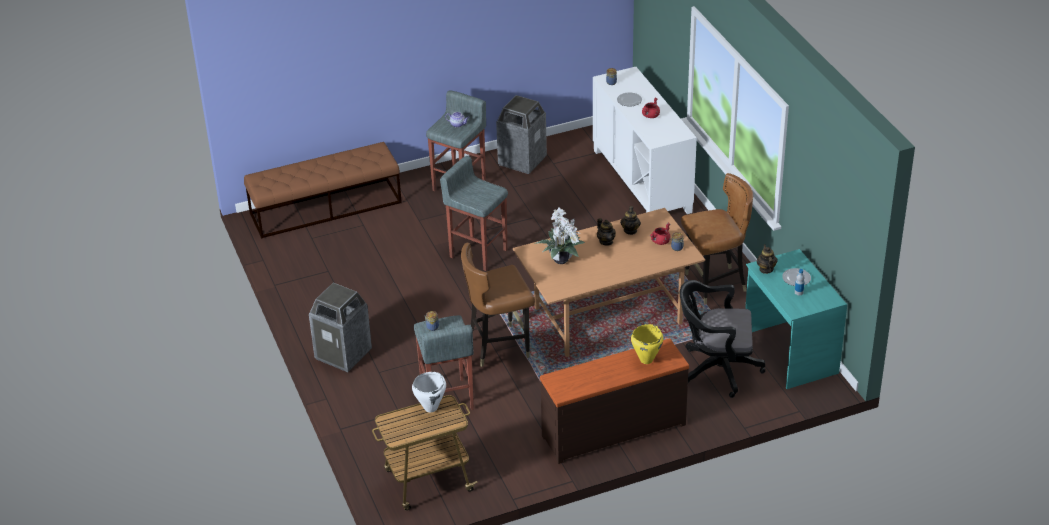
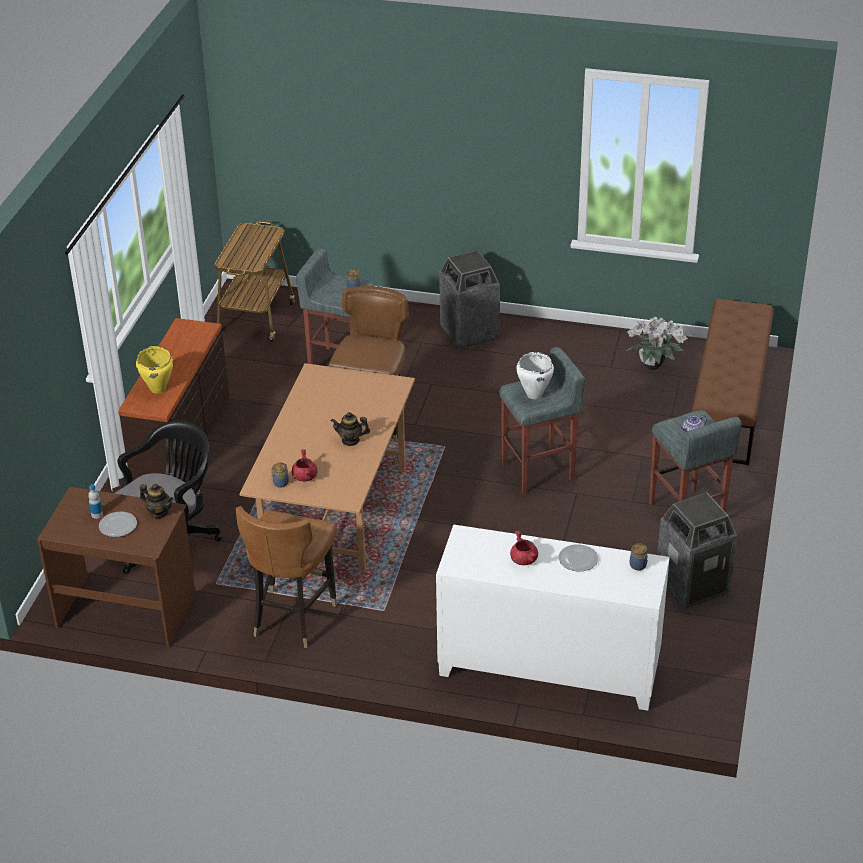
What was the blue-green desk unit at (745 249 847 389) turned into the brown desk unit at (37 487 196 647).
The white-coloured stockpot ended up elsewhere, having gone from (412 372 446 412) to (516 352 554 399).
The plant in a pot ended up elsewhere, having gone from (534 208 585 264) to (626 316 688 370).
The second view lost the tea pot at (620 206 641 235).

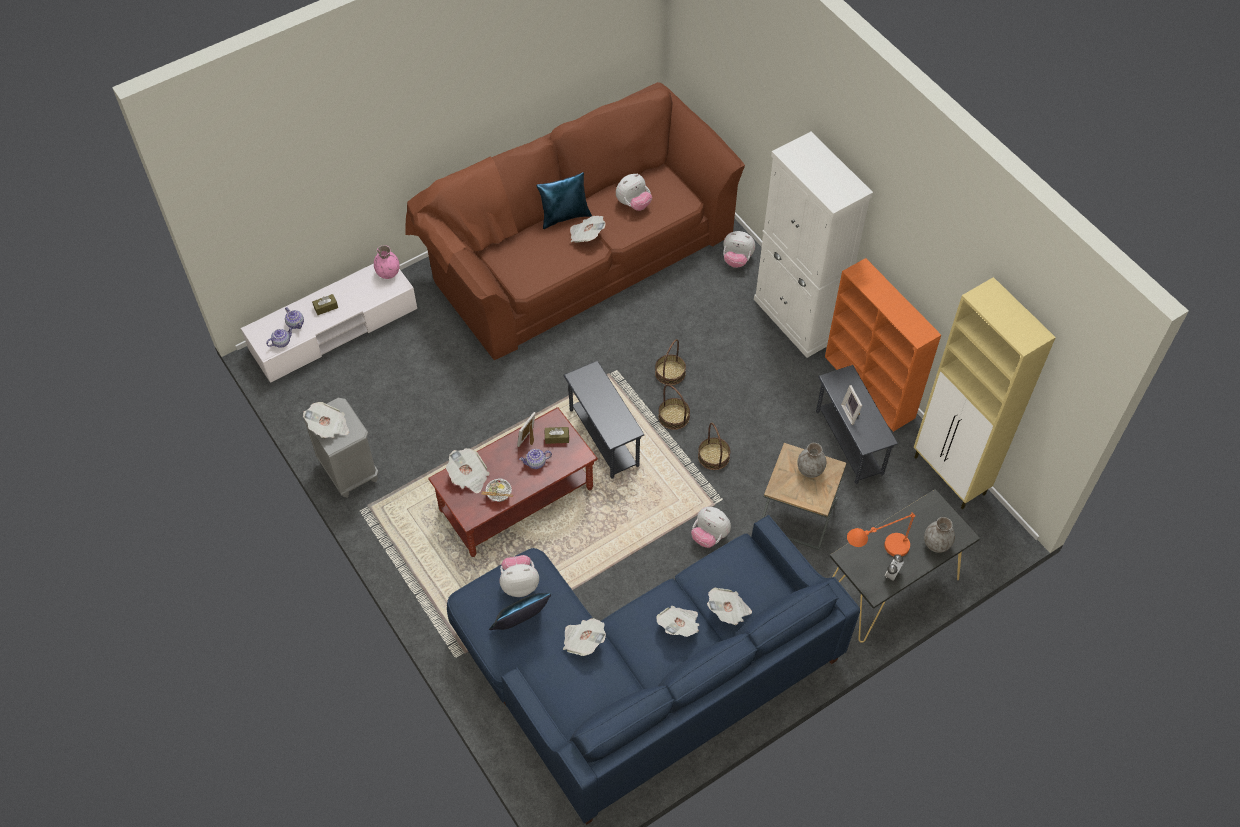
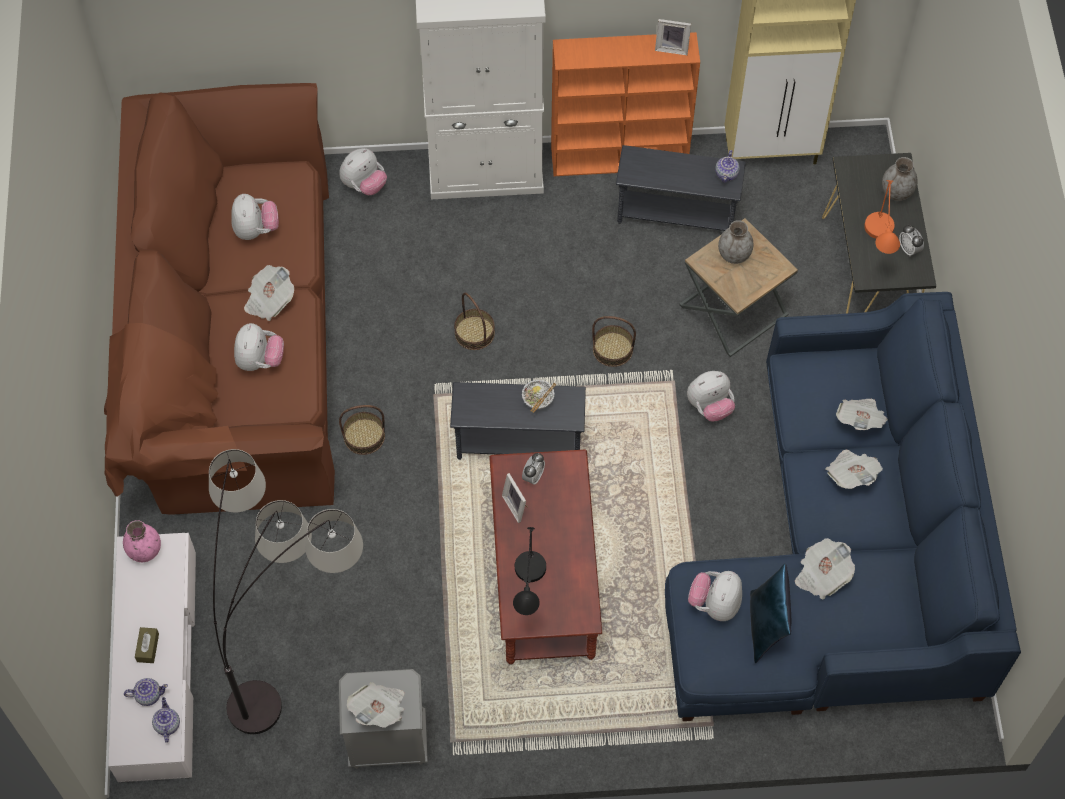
The second view gained the standing lamp at (209 449 363 734).
The second view gained the soft toy at (234 323 284 371).
The household basket ended up elsewhere, having gone from (658 384 690 430) to (339 405 385 455).
Where the printed paper stood at (446 448 490 493), the black lamp for a table came to stand at (513 527 546 615).
The deep dish ended up elsewhere, having gone from (481 478 513 502) to (522 380 556 413).
Where the brown box of tissues stood at (545 427 569 444), the alarm clock came to stand at (522 453 545 485).
The standing frame ended up elsewhere, having gone from (841 385 862 425) to (655 19 691 55).
The tea pot ended up elsewhere, having gone from (519 449 552 469) to (715 150 740 183).
The second view lost the blue throw pillow at (536 172 592 229).

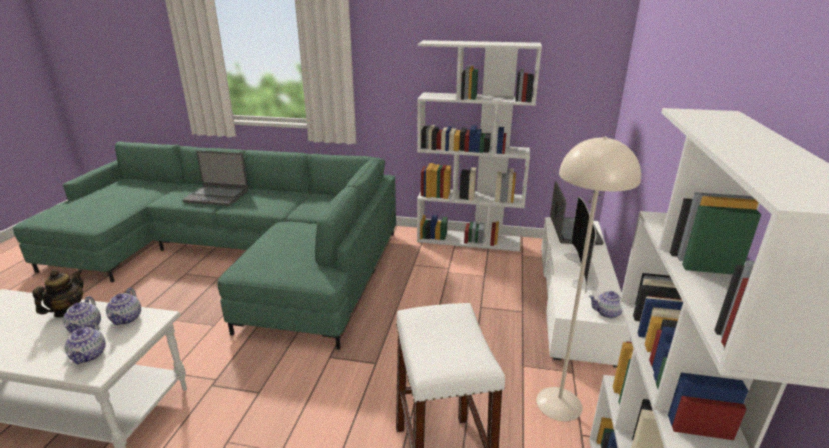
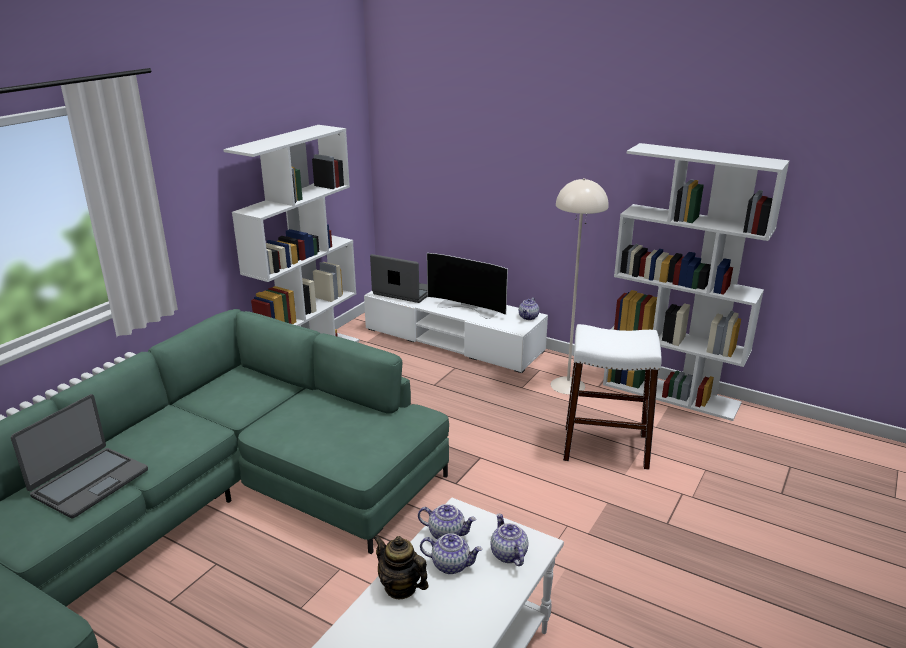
The tea pot at (65 321 106 364) ended up facing another way, 120 degrees counterclockwise from before.

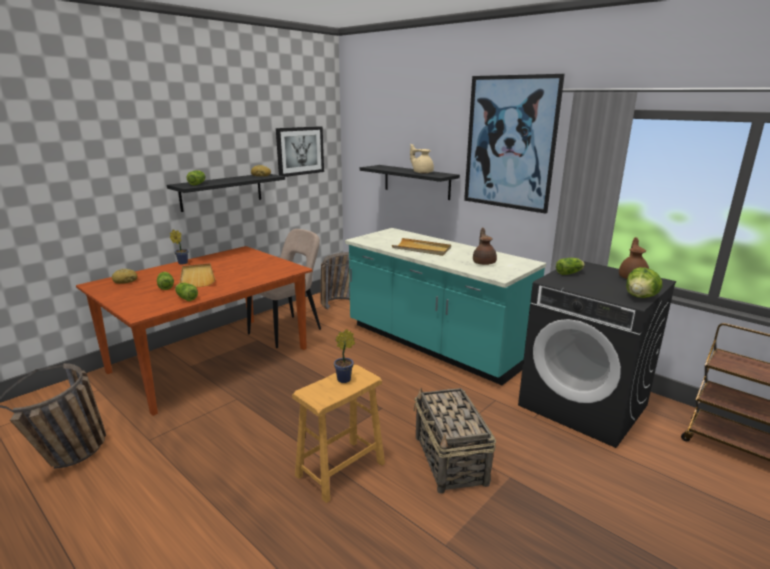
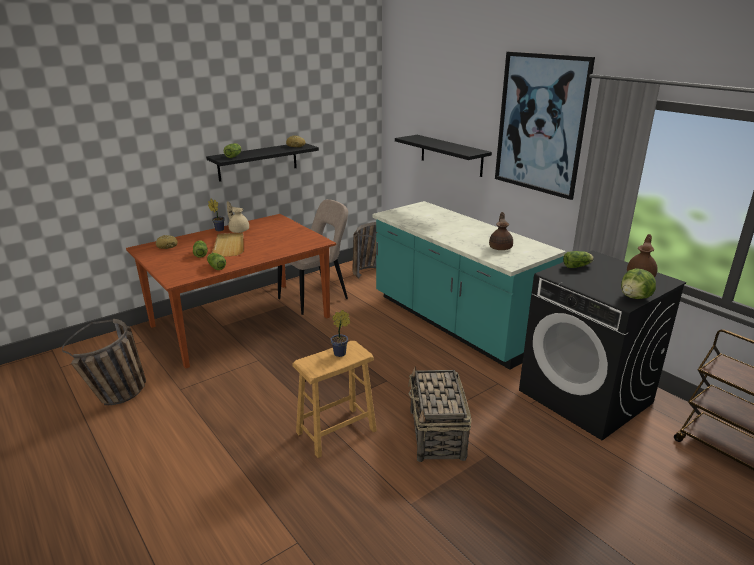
The sand-coloured tea pot ended up elsewhere, having gone from (410 144 434 173) to (227 201 249 233).
The second view lost the wall picture at (276 126 324 177).
The second view lost the sand-coloured tray at (392 238 451 256).

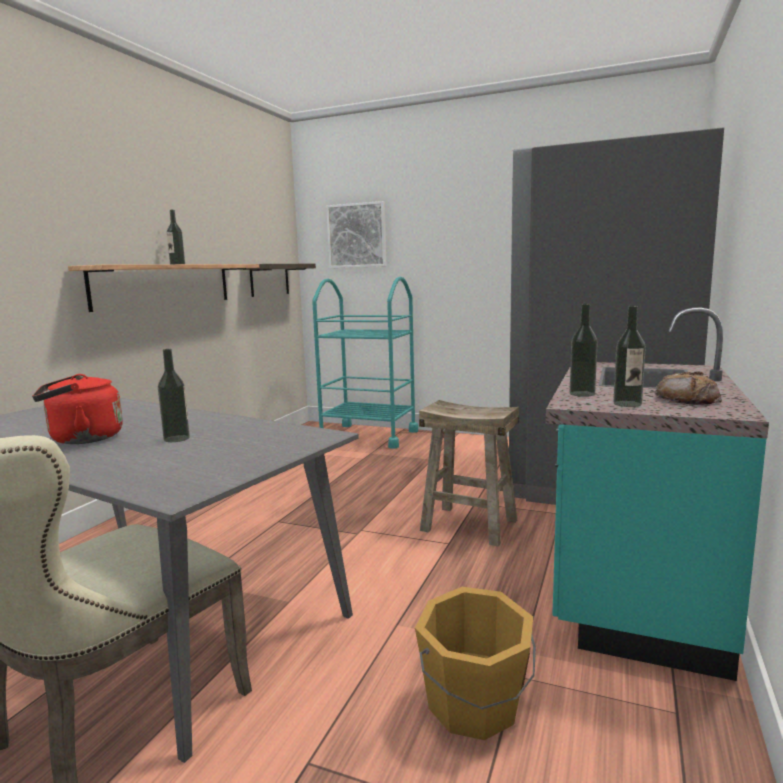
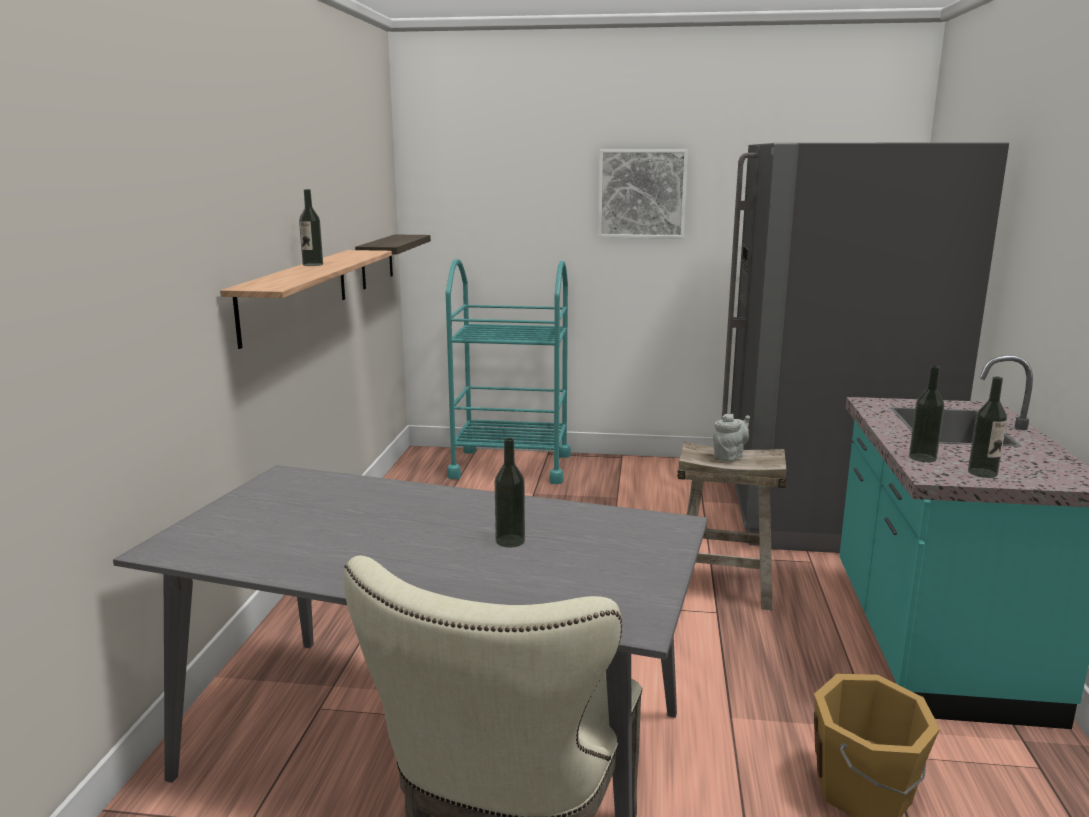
The wall picture ended up elsewhere, having gone from (326 201 387 268) to (598 149 688 239).
The second view gained the greyish tea pot at (713 413 750 461).
The second view lost the reddish tea kettle at (32 374 123 444).
The second view lost the bakery bread at (655 372 722 405).

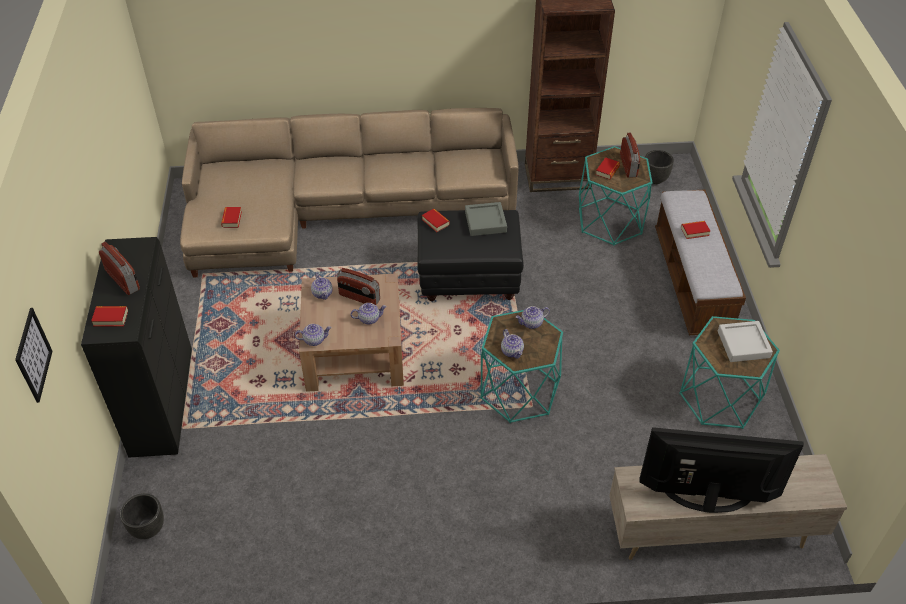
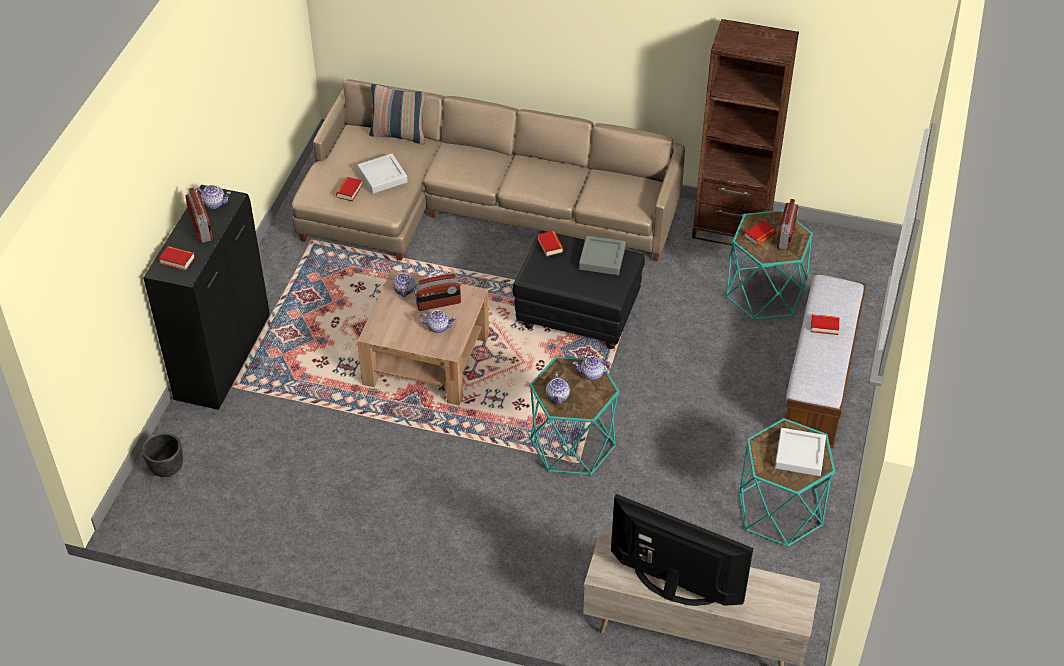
The tea pot ended up elsewhere, having gone from (295 324 331 346) to (194 185 231 209).
The second view gained the greyish tray at (358 154 408 194).
The second view gained the throw pillow at (369 84 427 145).
The radio set at (337 268 380 305) ended up facing another way, 60 degrees counterclockwise from before.
The second view lost the wall picture at (15 308 53 403).
The second view lost the black planter at (645 150 674 184).

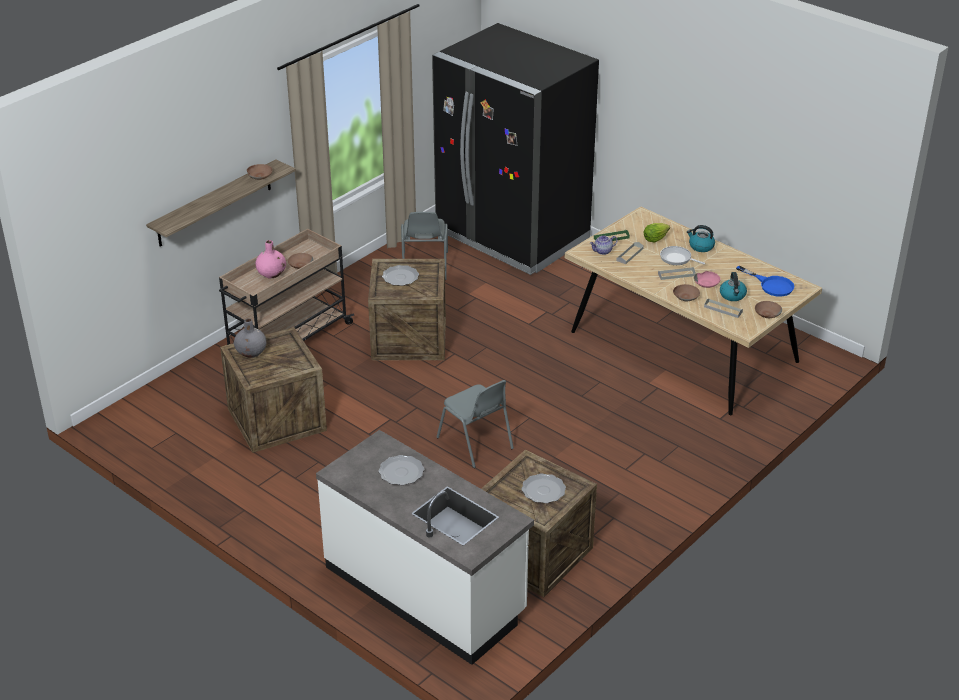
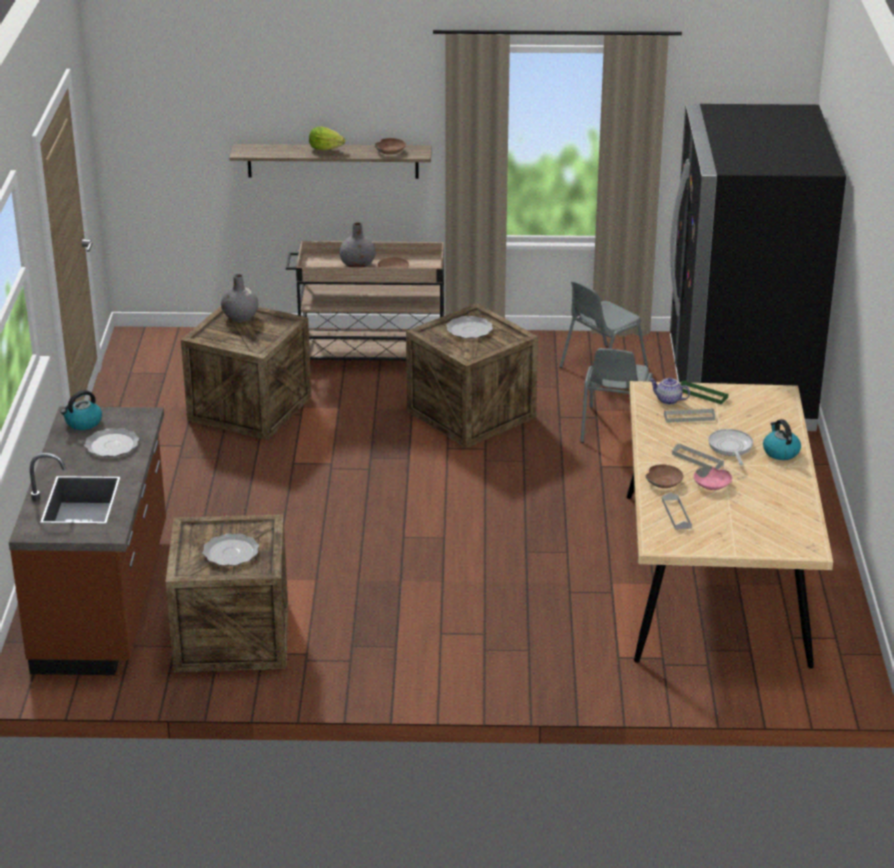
What was the white-coloured kitchen base unit at (316 430 534 665) turned into the brown kitchen base unit at (9 406 166 675).
The tea kettle ended up elsewhere, having gone from (720 272 747 301) to (60 390 102 430).
The lettuce ended up elsewhere, having gone from (644 223 670 242) to (309 126 345 150).
What was the pink-coloured decorative vase at (255 240 286 278) turned into the greyish decorative vase at (339 222 376 267).
The greyish upright chair ended up elsewhere, having gone from (437 380 514 468) to (580 348 653 443).
The second view lost the blue pan at (736 266 795 297).
The second view lost the brown deep dish at (755 301 782 318).

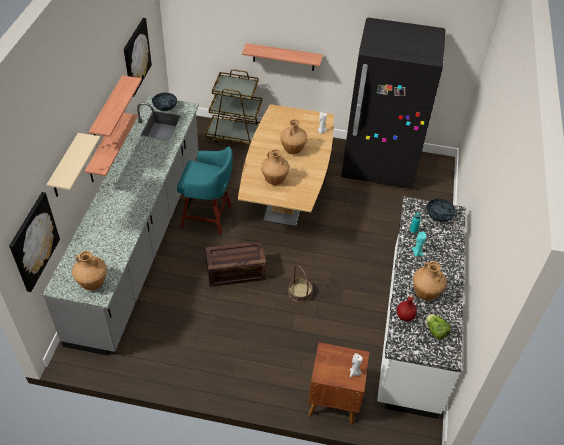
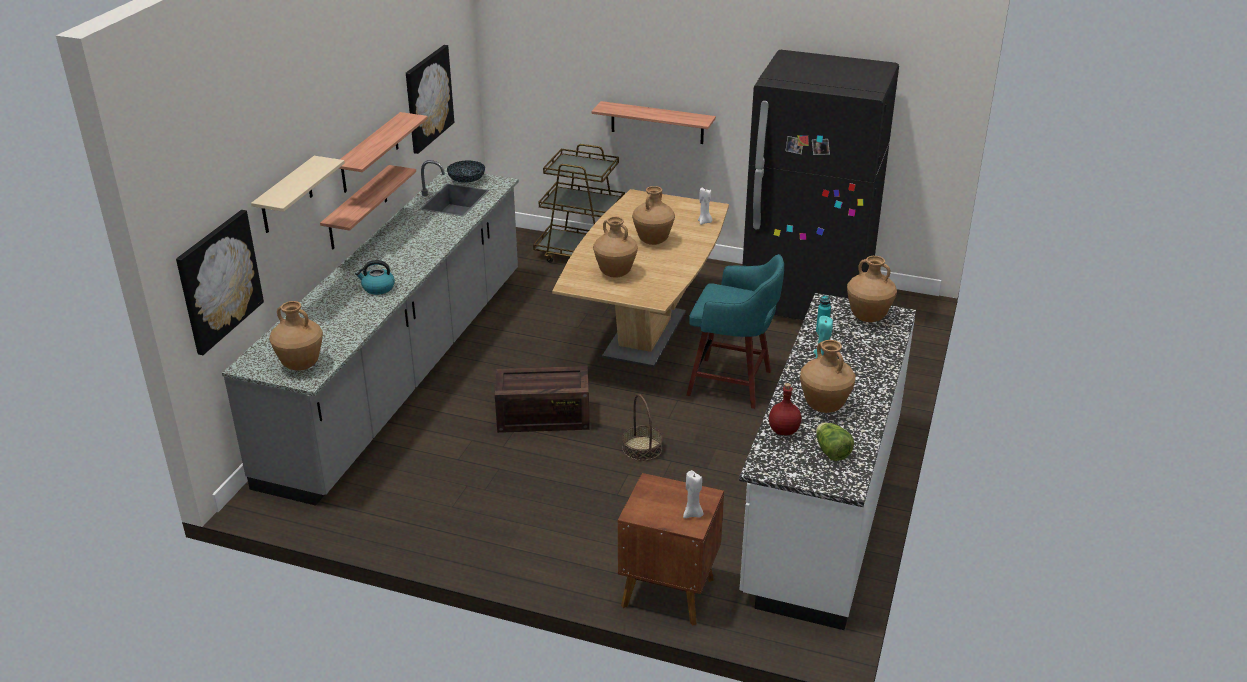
The second view gained the tea kettle at (355 260 395 295).
The blue-green stool seat ended up elsewhere, having gone from (177 146 233 235) to (686 254 784 409).
Where the deep dish stood at (427 199 456 222), the brown decorative vase came to stand at (847 256 897 322).

